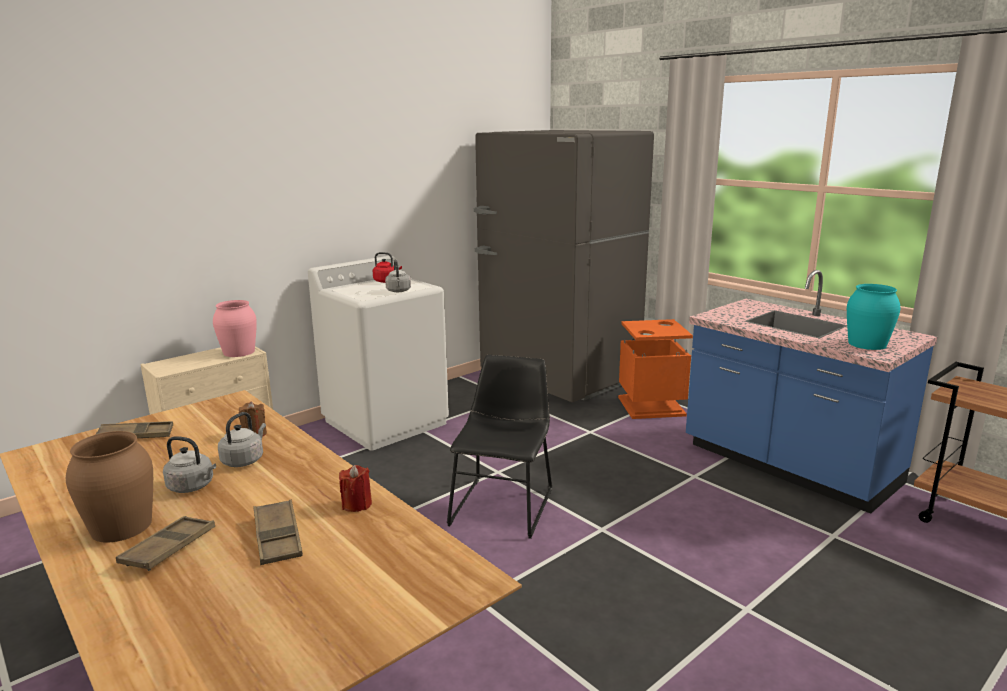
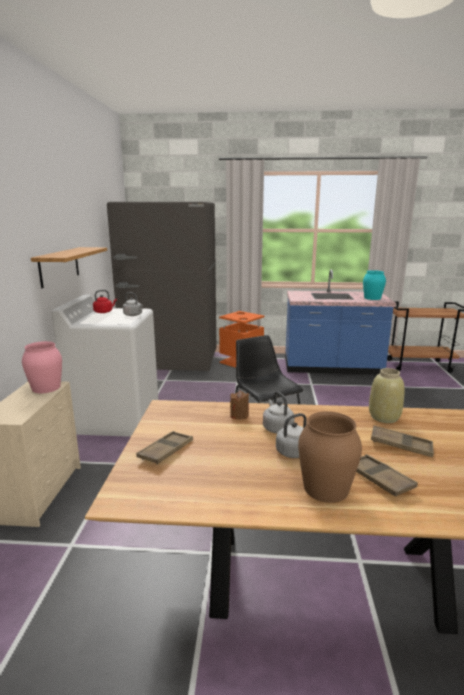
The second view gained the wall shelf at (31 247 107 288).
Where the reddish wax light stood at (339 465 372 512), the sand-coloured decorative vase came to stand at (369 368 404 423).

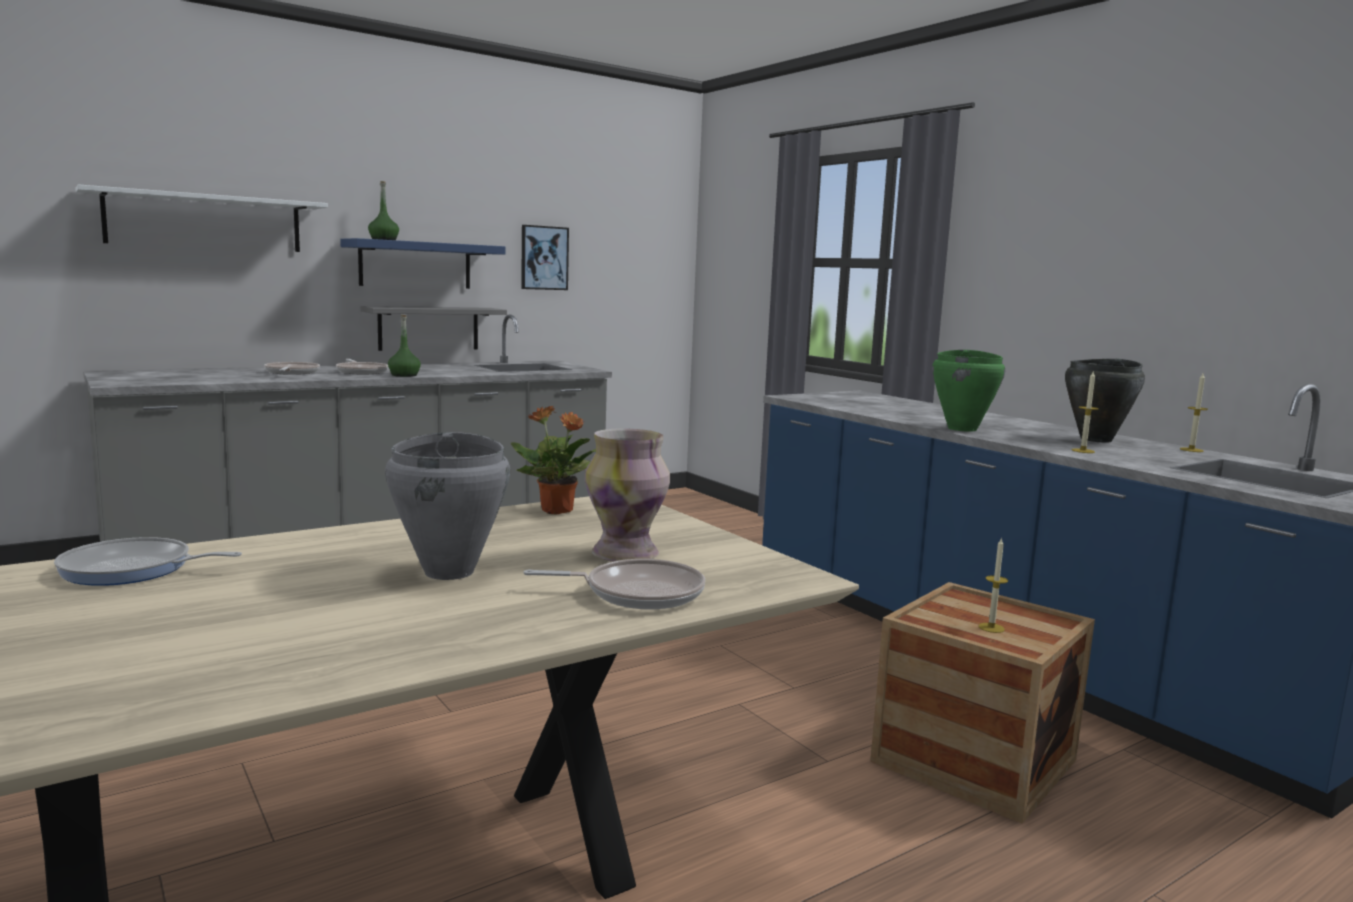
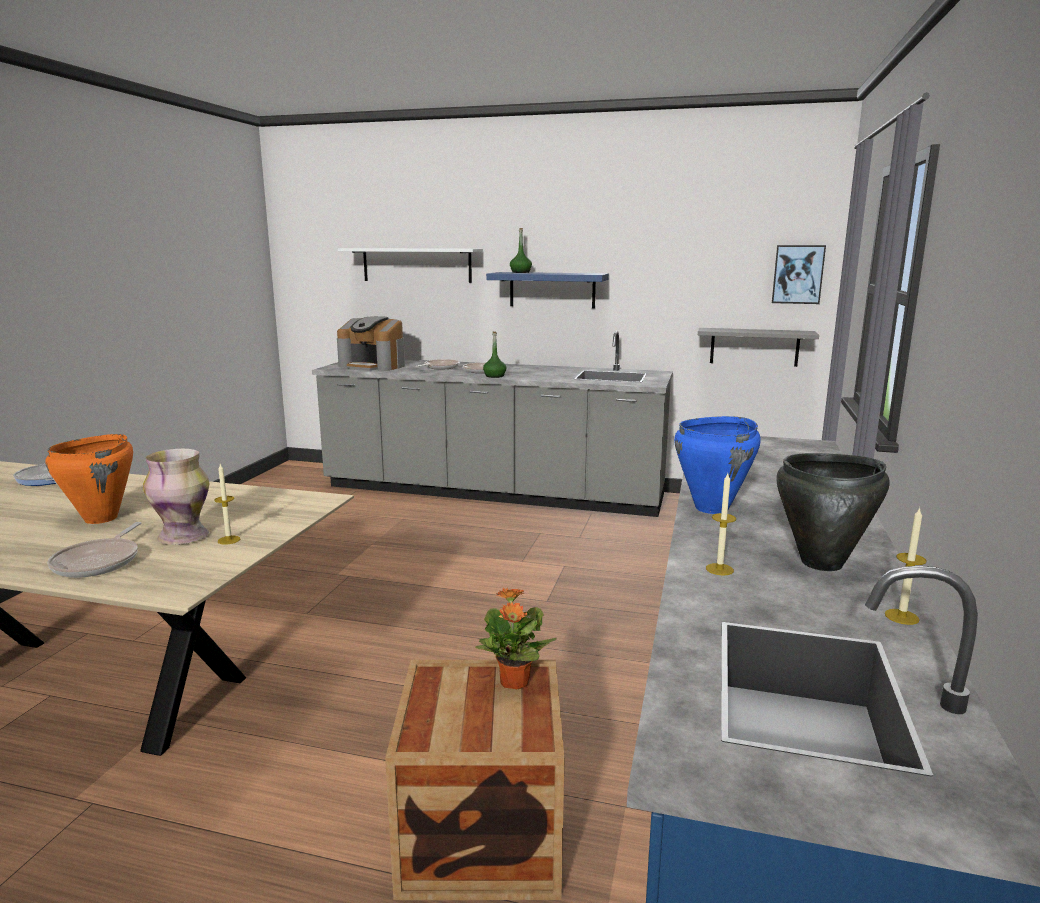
What was the greyish stockpot at (385 432 510 580) turned into the orange-coloured stockpot at (45 434 133 524).
The pan at (523 559 705 609) ended up facing another way, 45 degrees clockwise from before.
The wax light ended up elsewhere, having gone from (978 537 1008 633) to (214 464 240 545).
The second view gained the coffee maker at (337 316 405 371).
The plant in a pot ended up elsewhere, having gone from (511 406 596 514) to (475 588 557 689).
What was the green-coloured stockpot at (932 350 1005 432) turned into the blue stockpot at (674 416 761 514).
The greyish wall shelf ended up elsewhere, having gone from (361 306 507 351) to (698 328 819 367).
The wall picture ended up elsewhere, having gone from (521 225 569 290) to (772 245 826 304).

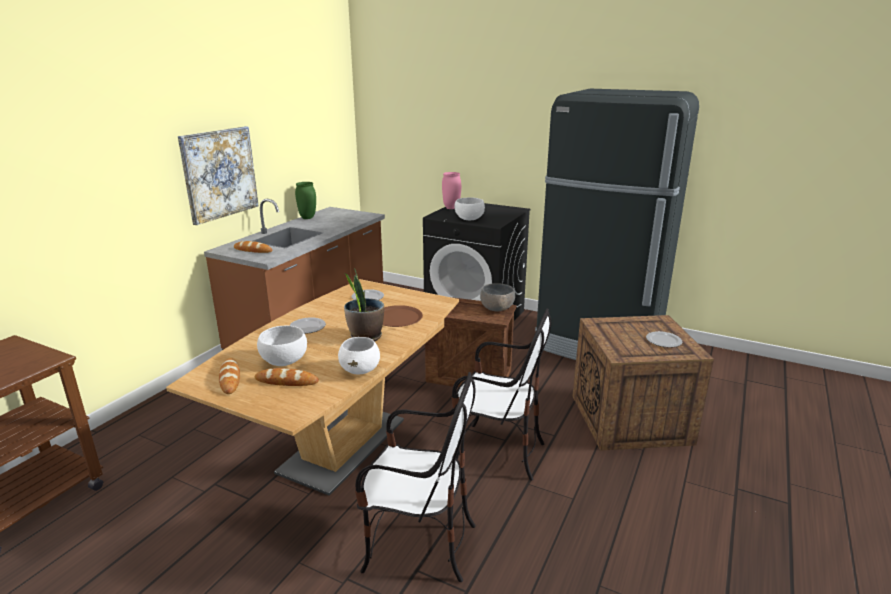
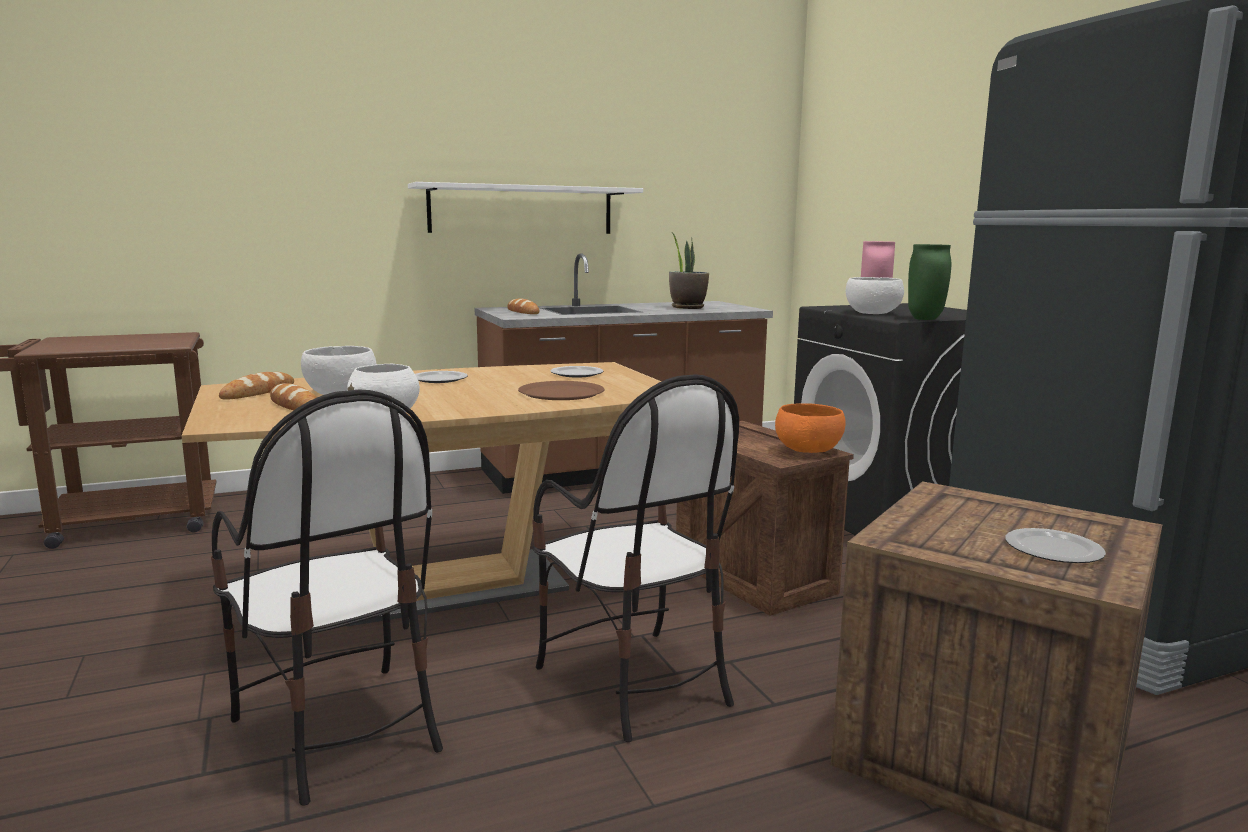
Where the wall picture hung at (178 126 259 225), the white-coloured wall shelf came to hang at (408 182 643 234).
The plant in a pot ended up elsewhere, having gone from (344 268 384 342) to (669 232 709 309).
What was the greyish deep dish at (480 283 515 312) turned into the orange-coloured deep dish at (775 403 846 453).
The green-coloured decorative vase ended up elsewhere, having gone from (295 182 316 219) to (908 244 951 320).

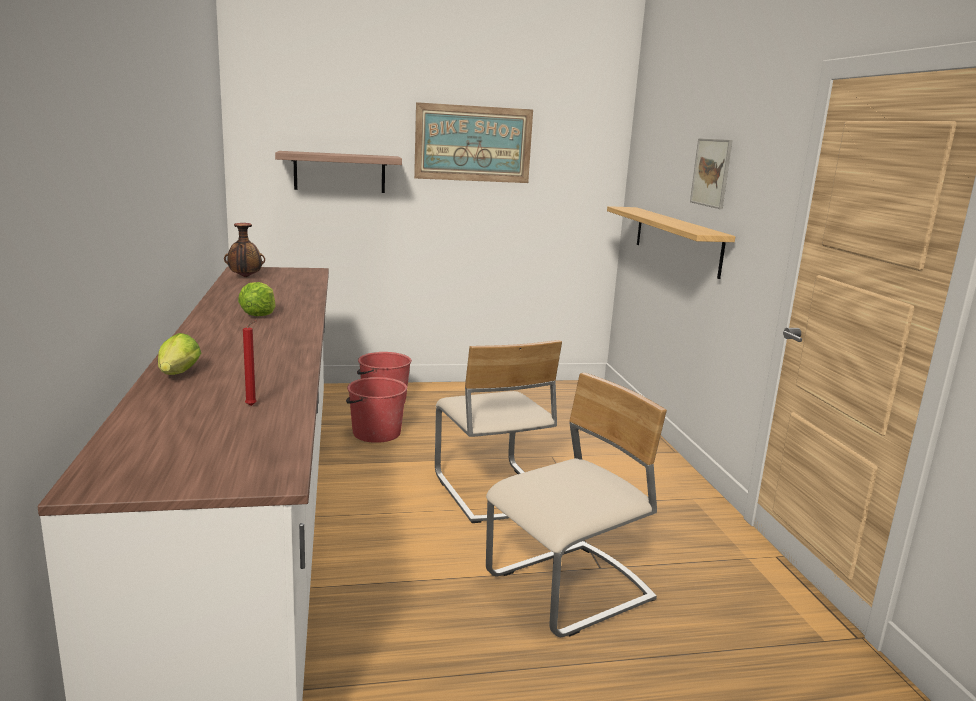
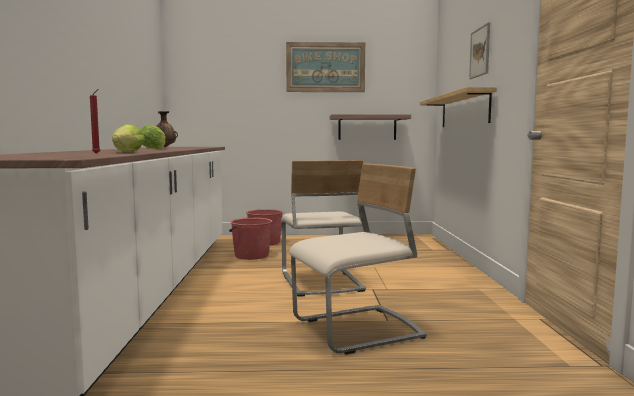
The lettuce ended up elsewhere, having gone from (158 333 201 375) to (112 124 145 152).
The wall shelf ended up elsewhere, having gone from (275 151 402 193) to (330 114 411 140).

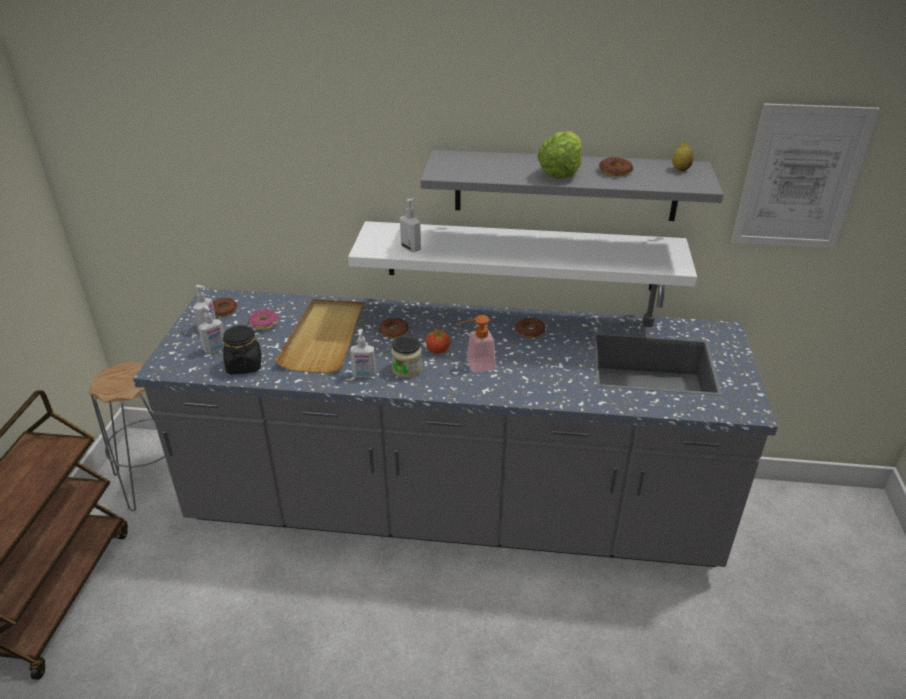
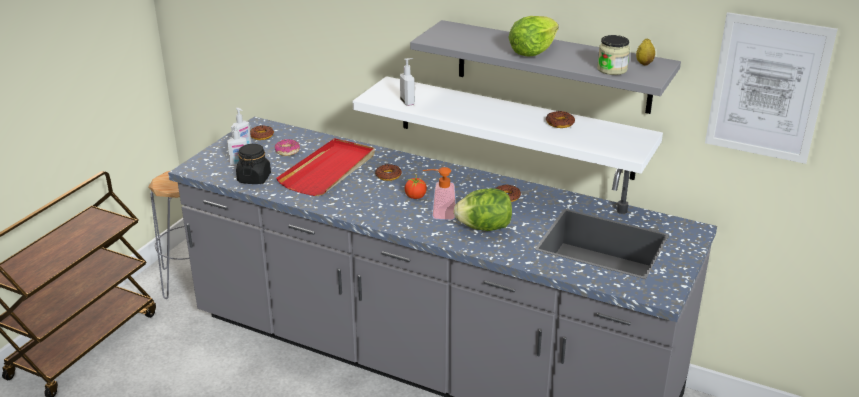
What was the sand-coloured tray at (275 299 364 373) turned into the reddish tray at (276 138 375 196).
The second view gained the lettuce at (454 188 512 231).
The donut ended up elsewhere, having gone from (599 157 633 176) to (546 111 575 128).
The jar ended up elsewhere, having gone from (391 336 422 378) to (597 35 630 75).
The second view lost the soap bottle at (350 329 376 378).

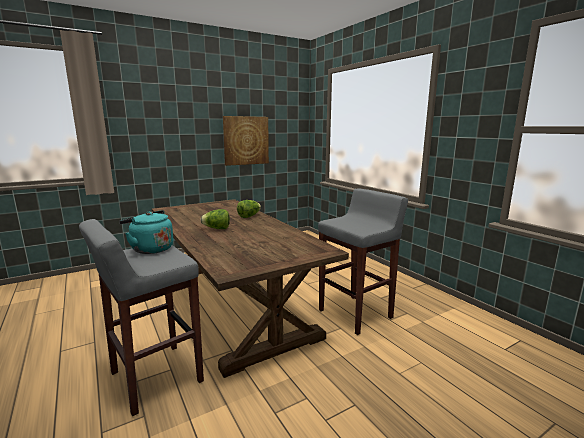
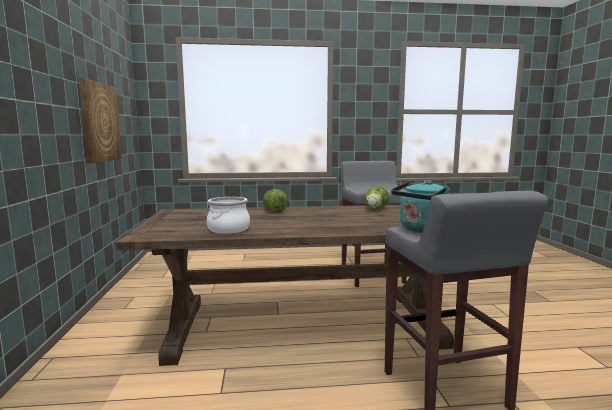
The second view gained the stockpot at (207 197 250 234).
The lettuce ended up elsewhere, having gone from (201 209 230 229) to (365 187 389 209).

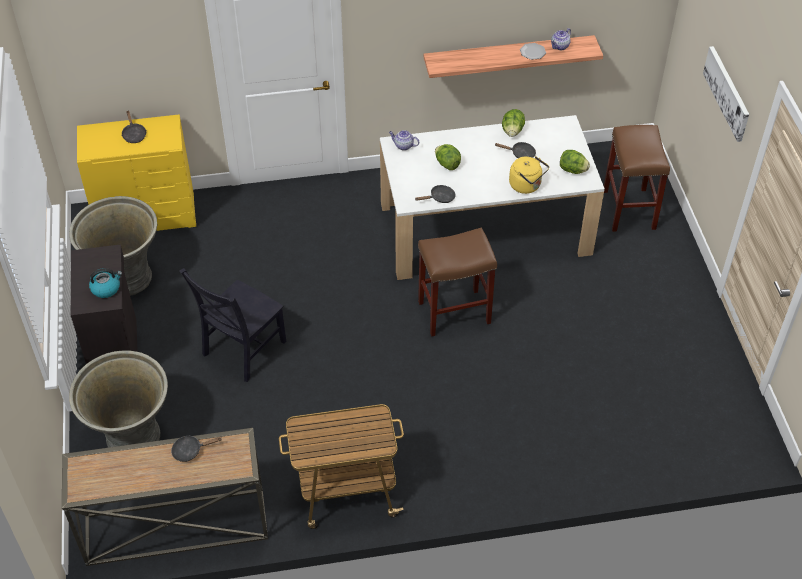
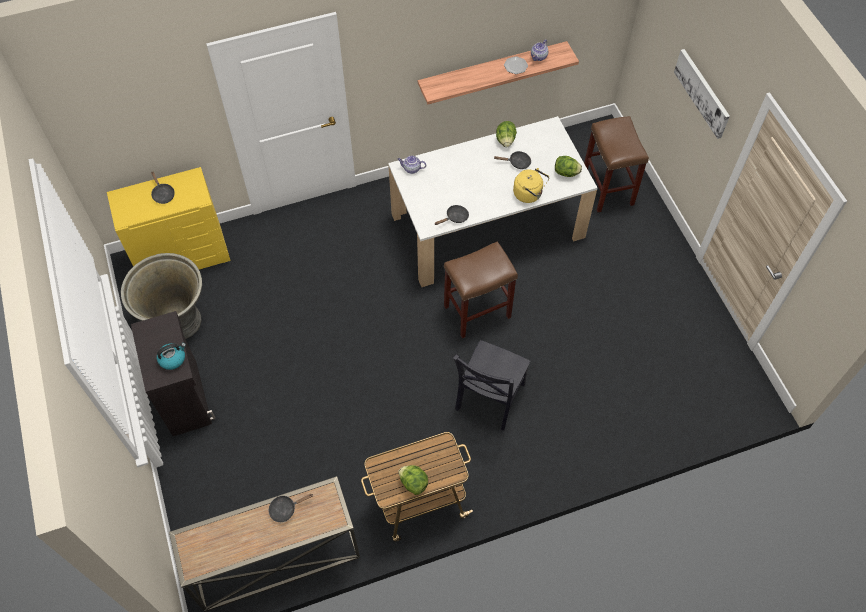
The lettuce ended up elsewhere, having gone from (435 144 461 170) to (398 465 428 495).
The black upright chair ended up elsewhere, having gone from (179 268 286 382) to (453 340 530 431).
The second view lost the greyish planter at (69 350 168 448).

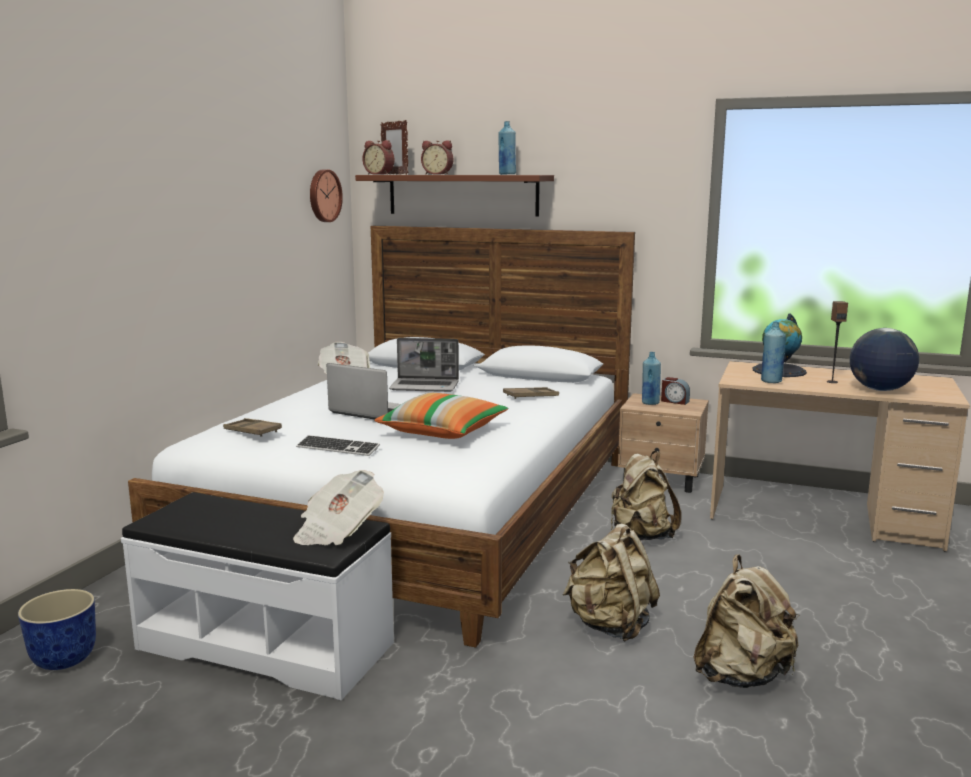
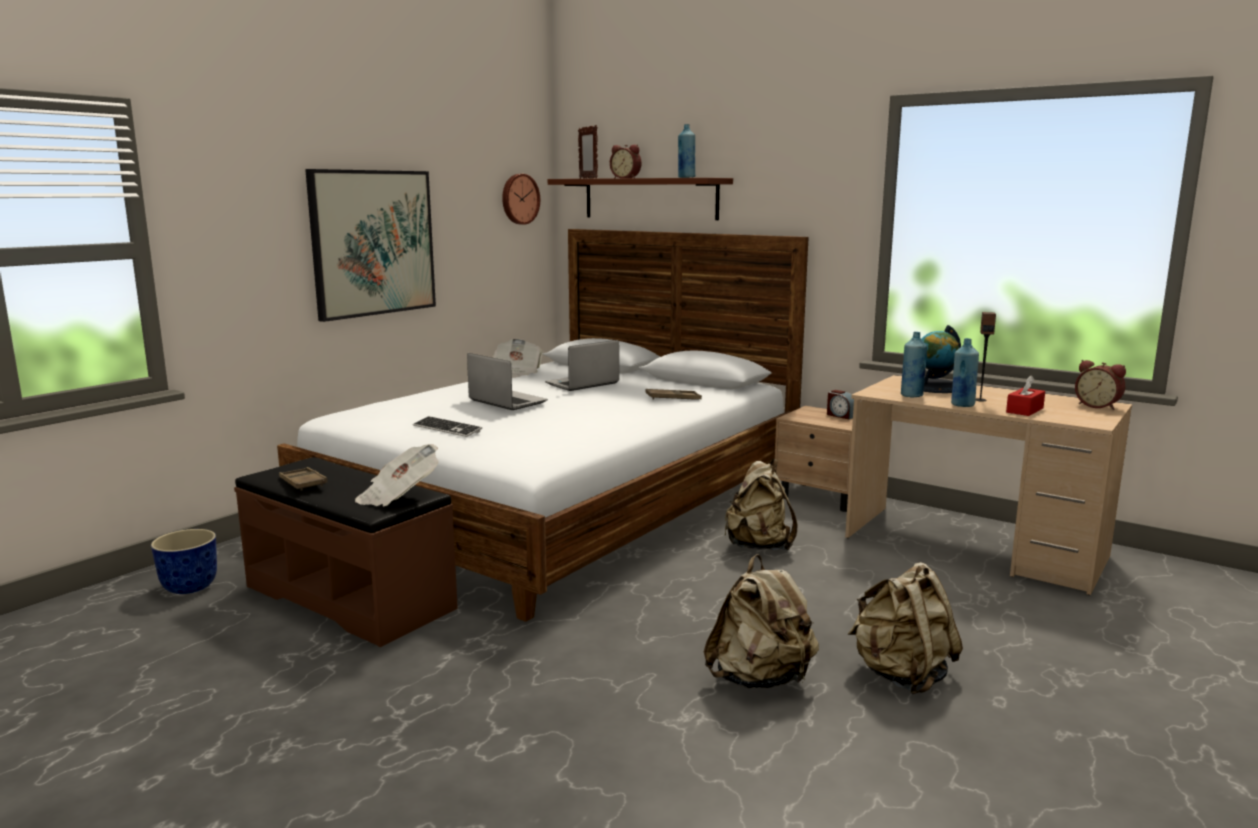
What was the white-coloured indoor bench at (121 492 394 700) turned into the brown indoor bench at (234 457 458 647).
The brown tray ended up elsewhere, having gone from (223 418 282 436) to (279 467 328 491).
The second view gained the wall picture at (305 169 436 322).
The notebook computer at (389 338 459 392) ended up facing another way, 120 degrees clockwise from before.
The sand-coloured rucksack ended up elsewhere, having gone from (563 523 660 642) to (848 562 963 695).
The blue drink bottle ended up elsewhere, having gone from (642 352 661 405) to (951 338 979 407).
Where the world globe stood at (850 328 919 391), the reddish box of tissues came to stand at (1006 375 1045 416).
The alarm clock ended up elsewhere, having gone from (363 140 394 175) to (1075 360 1126 410).
The second view lost the throw pillow at (374 393 508 439).

